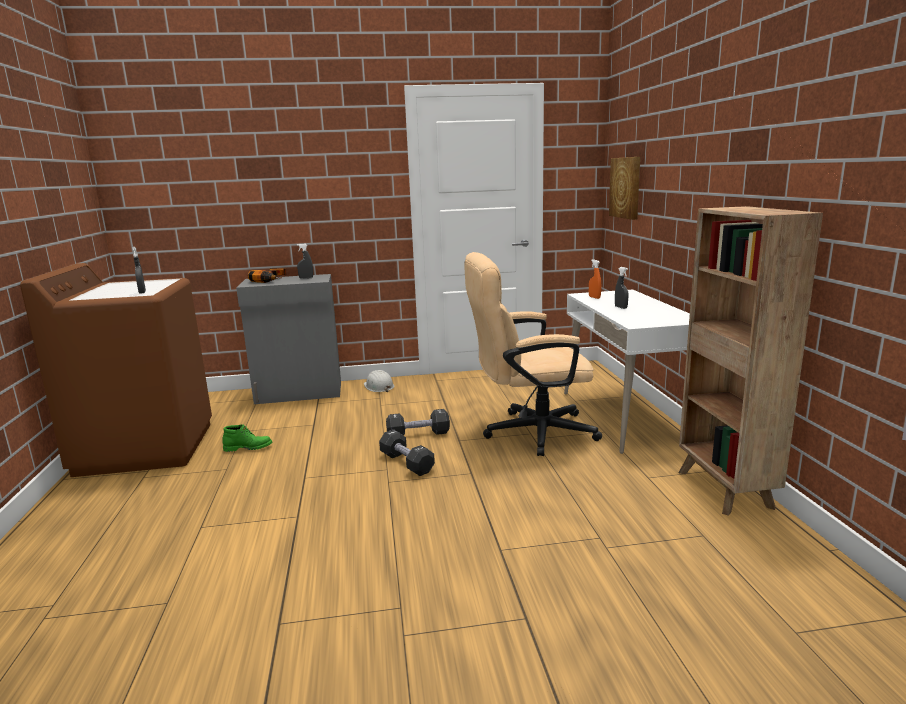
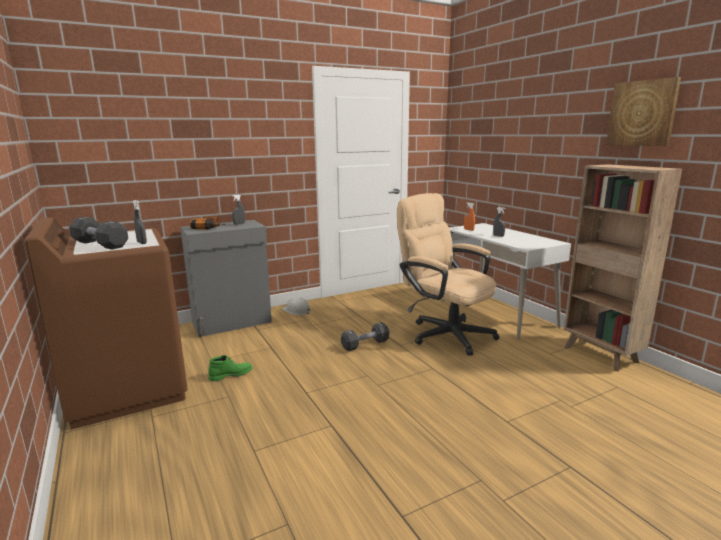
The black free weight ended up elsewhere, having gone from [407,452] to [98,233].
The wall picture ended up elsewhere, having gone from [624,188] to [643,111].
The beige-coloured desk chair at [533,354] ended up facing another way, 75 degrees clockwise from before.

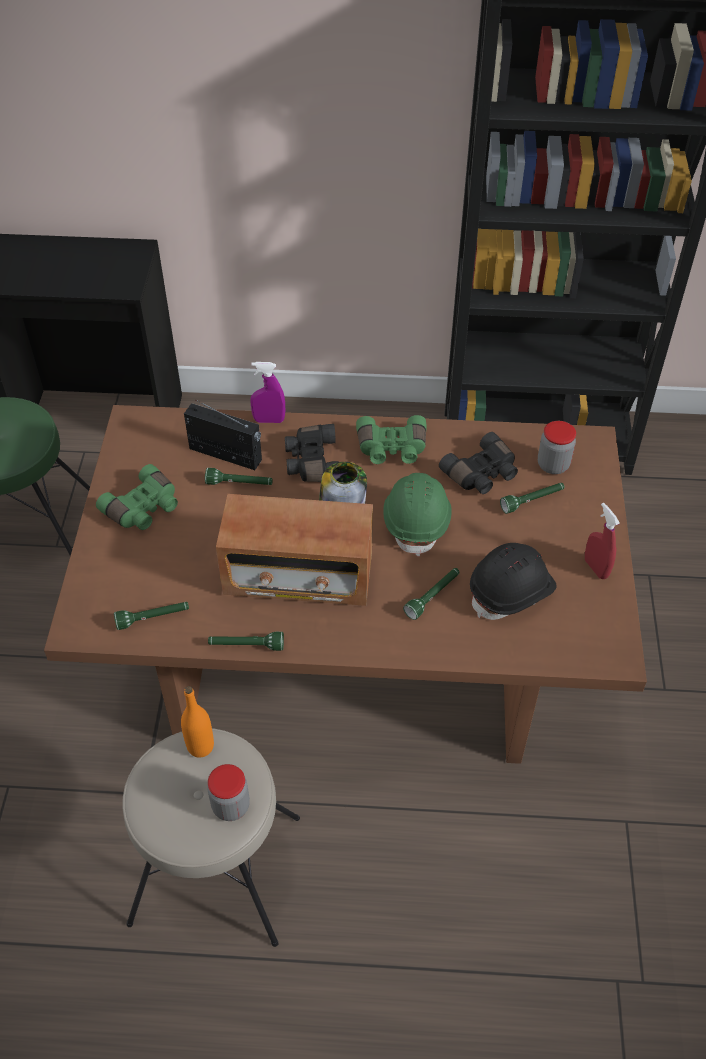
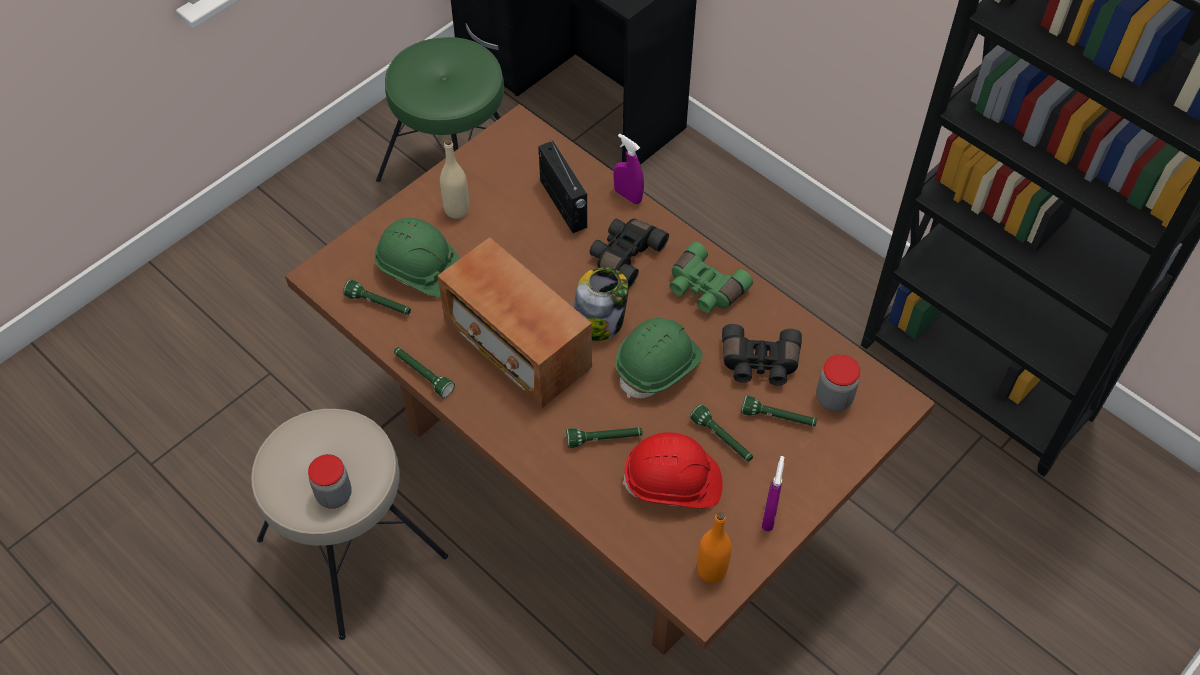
The second view gained the green-coloured work helmet at [417,257].
The orangey drink bottle ended up elsewhere, having gone from [197,722] to [714,547].
The green-coloured hand torch ended up elsewhere, having gone from [239,476] to [721,432].
Where the green-coloured field glasses stood at [137,497], the beige-coloured drink bottle came to stand at [454,179].
What was the black work helmet at [513,581] turned into the reddish work helmet at [672,470].
What was the reddish spray bottle at [602,541] turned into the purplish spray bottle at [773,493].

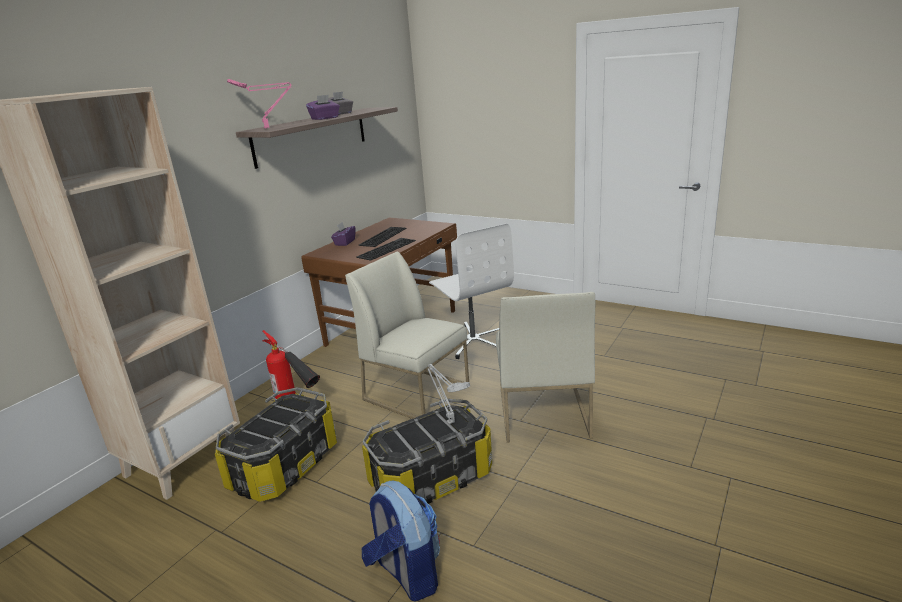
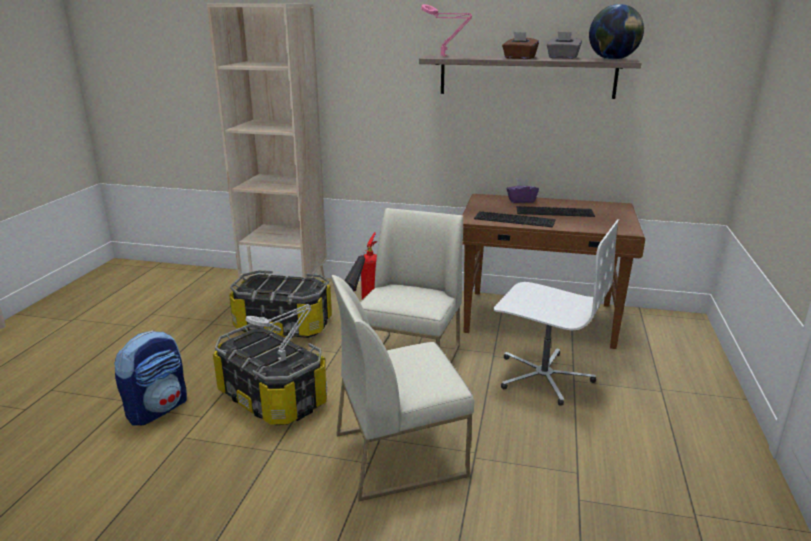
The second view gained the world globe at [616,32].
What was the purplish box of tissues at [323,107] turned into the brown-coloured box of tissues at [520,45].
The white-coloured desk chair at [471,291] ended up facing another way, 105 degrees counterclockwise from before.

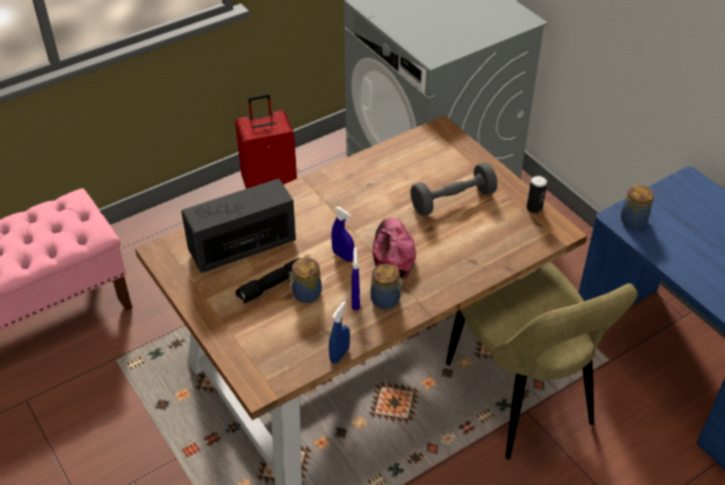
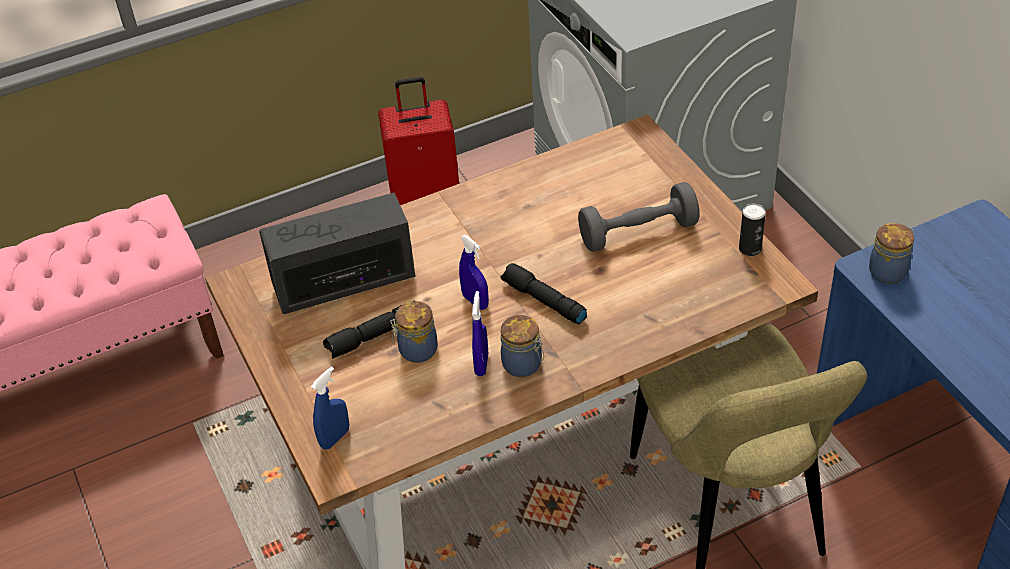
The bluish spray bottle ended up elsewhere, having gone from [339,332] to [330,407].
Where the cap stood at [394,249], the black hand torch came to stand at [544,294].

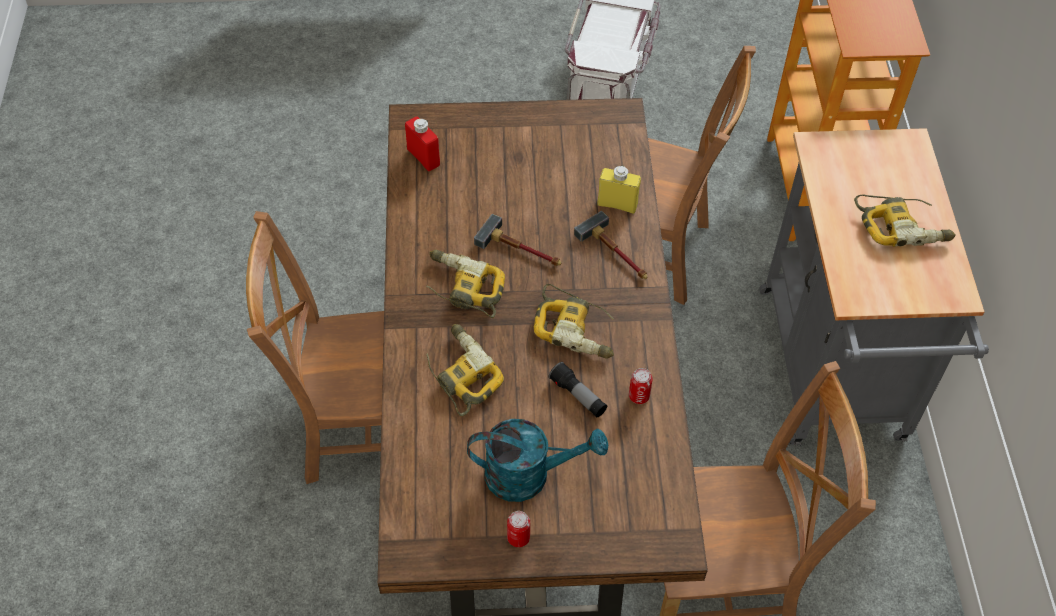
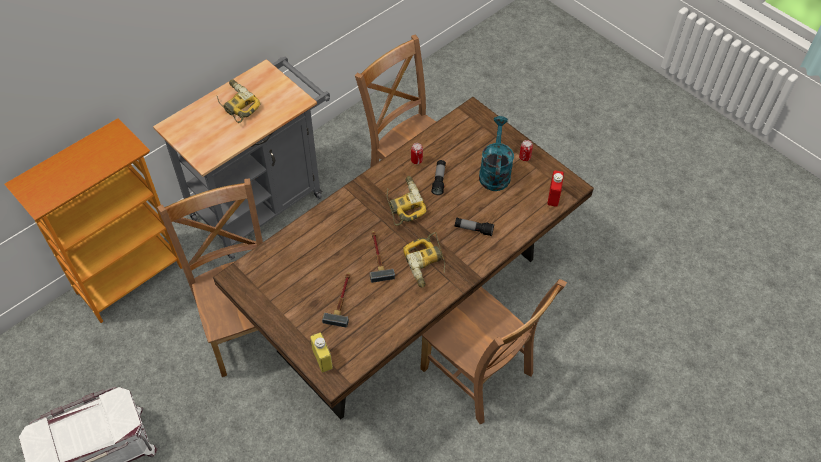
The reddish drink bottle ended up elsewhere, having gone from [422,143] to [556,188].
The hand hammer ended up elsewhere, having gone from [611,245] to [336,300].
The yellow-coloured drink bottle ended up elsewhere, having gone from [619,189] to [321,352].
Where the drill stood at [465,370], the hand torch came to stand at [474,227].
The turquoise-coloured watering pot at [537,460] ended up facing another way, 45 degrees clockwise from before.

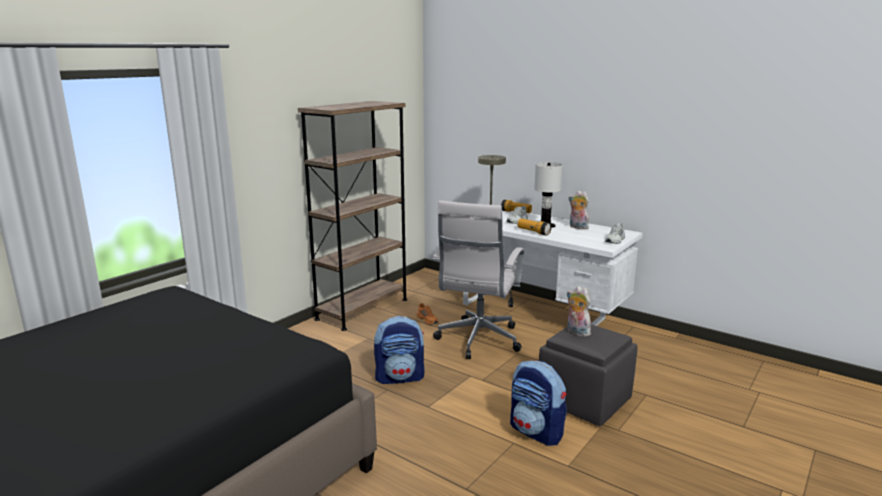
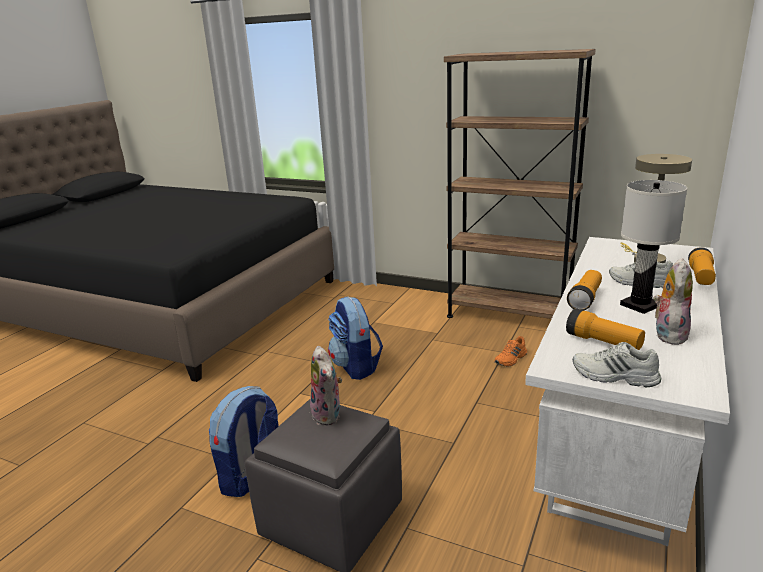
The second view lost the white-coloured desk chair at [478,279].
The second view gained the hand torch at [605,329].
The plush toy at [579,311] ended up facing another way, 120 degrees clockwise from before.

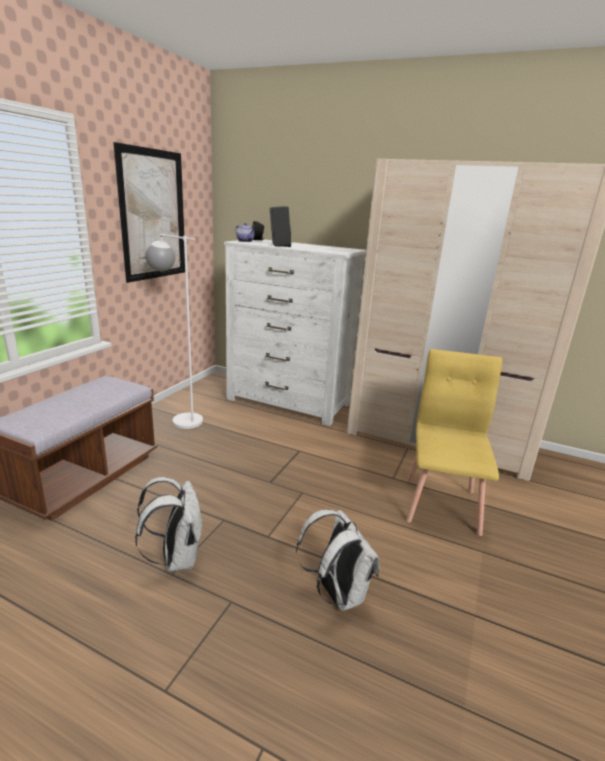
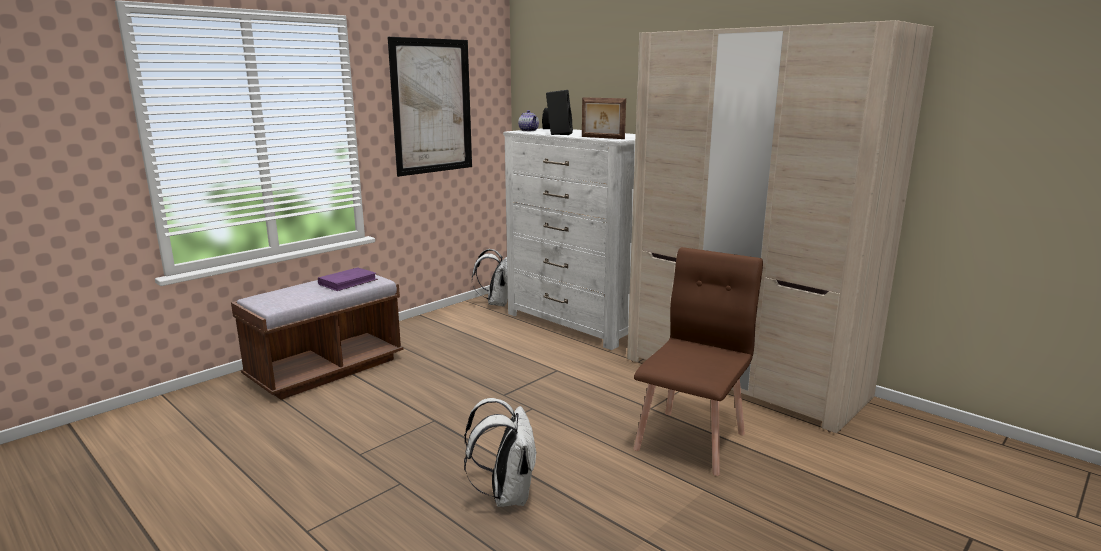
The second view lost the white-coloured standing lamp at [174,331].
The second view gained the purplish volume at [348,279].
The second view gained the standing frame at [604,118].
The white-coloured rucksack ended up elsewhere, having gone from [169,524] to [490,277].
What was the yellow-coloured upright chair at [454,442] turned into the brown-coloured upright chair at [698,361].

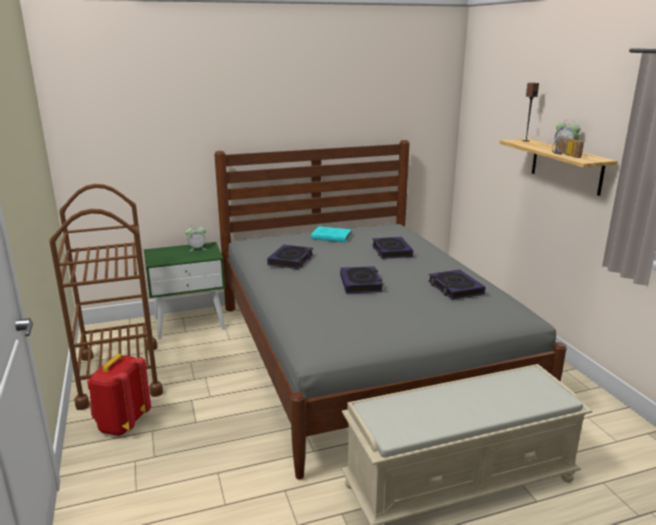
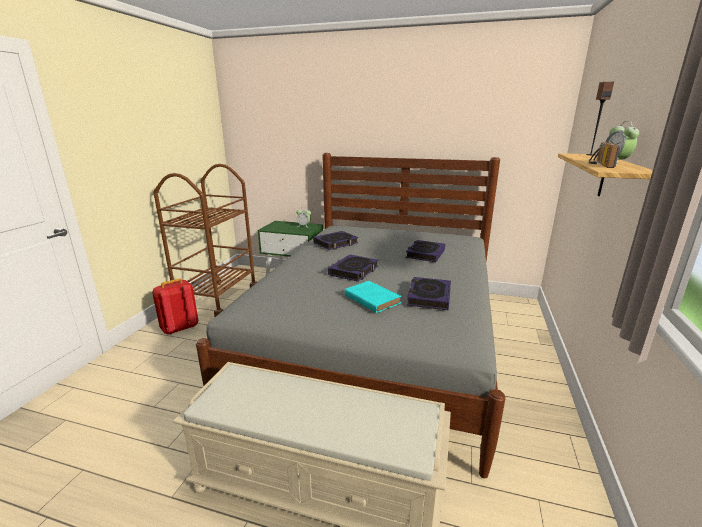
The turquoise-coloured volume ended up elsewhere, having gone from [331,234] to [373,297].

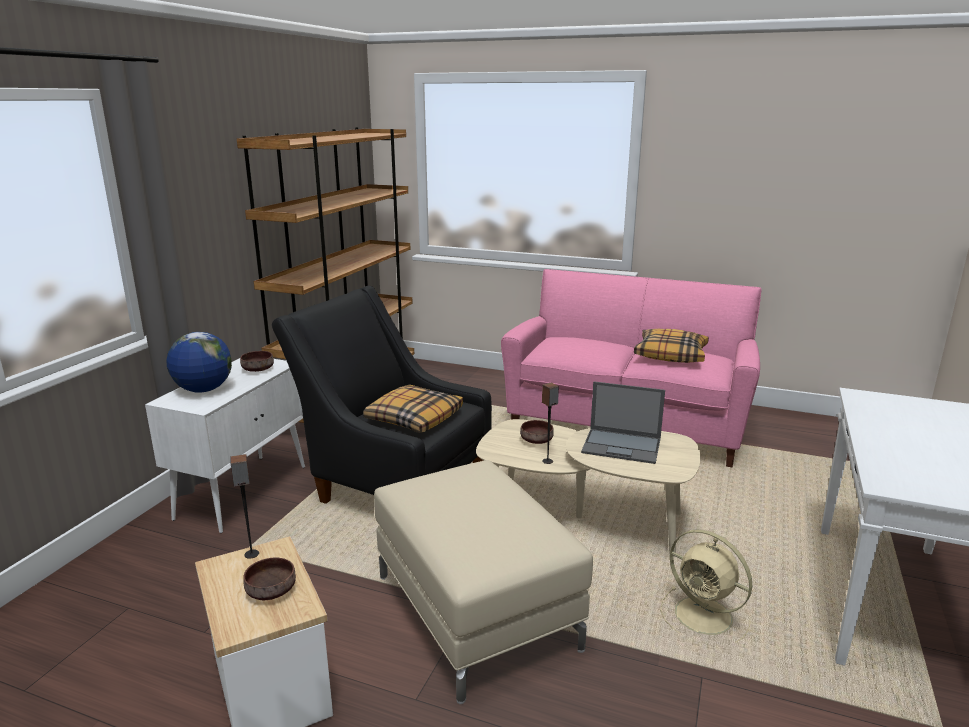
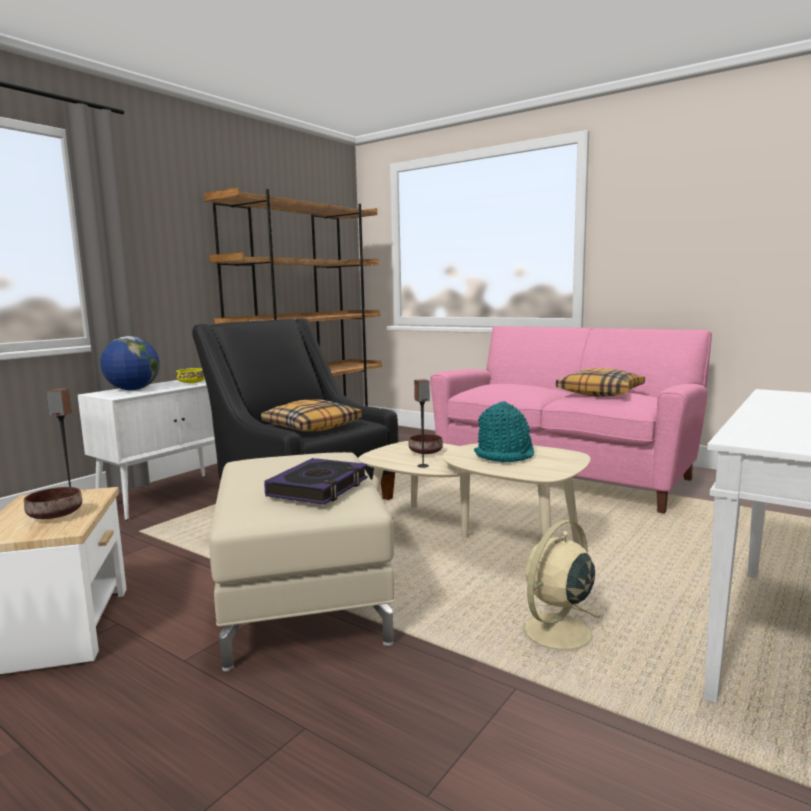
The second view gained the volume at [316,481].
Where the notebook computer stood at [623,422], the turquoise-coloured clothing hat came to stand at [504,431].
What was the brown-coloured bowl at [257,361] turned into the yellow-coloured bowl at [190,375].
The beige-coloured cooling fan at [706,585] ended up facing another way, 75 degrees clockwise from before.

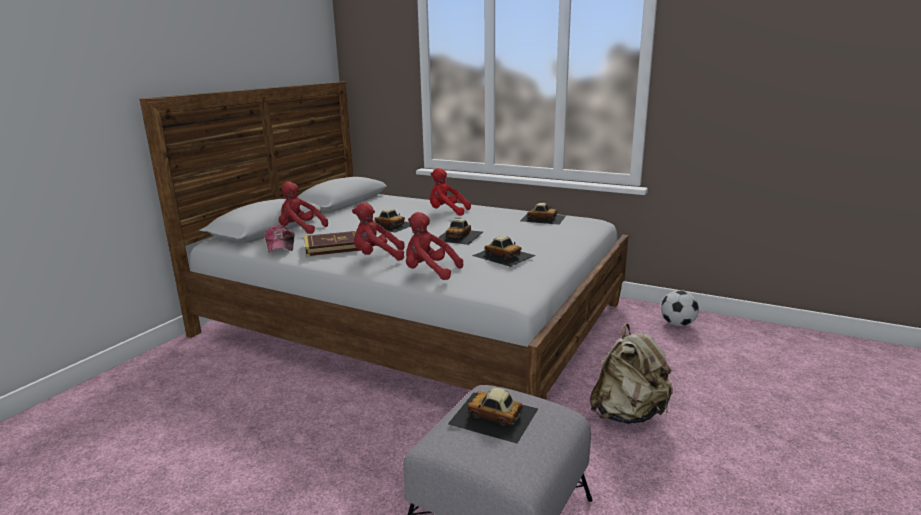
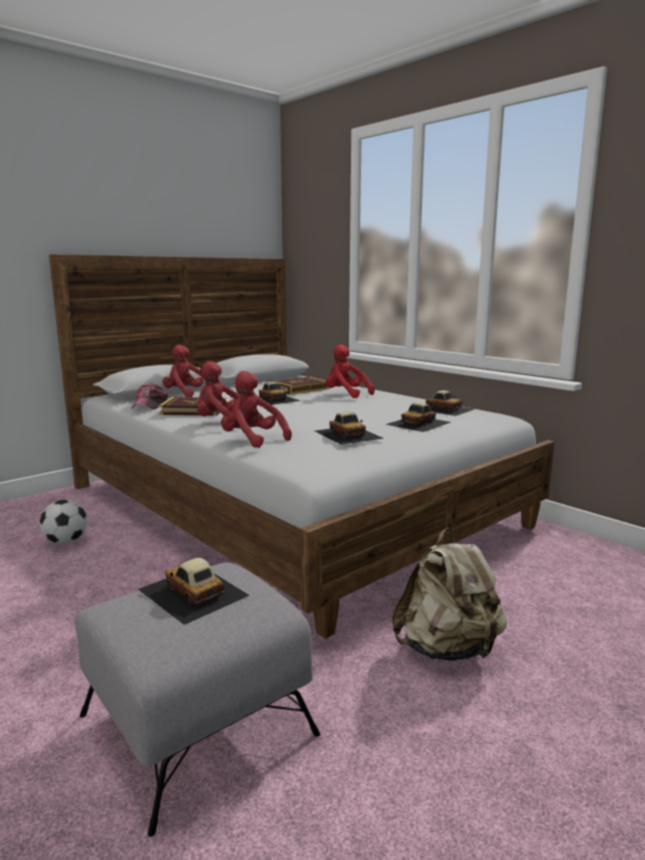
The second view gained the volume at [300,386].
The toy car ended up elsewhere, having gone from [460,232] to [418,417].
The football ball ended up elsewhere, having gone from [680,308] to [63,522].

